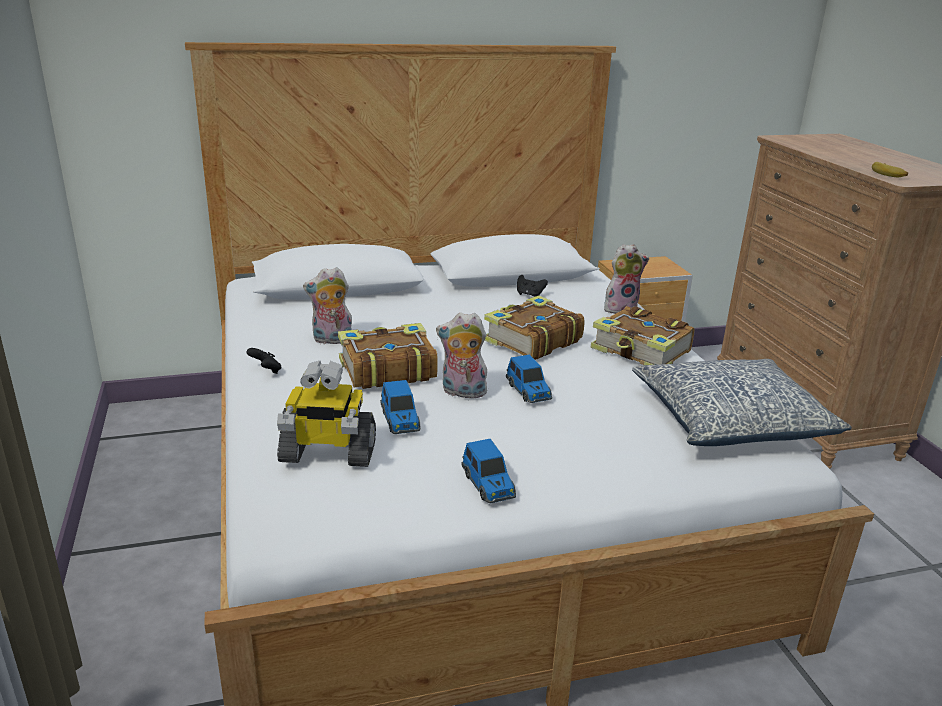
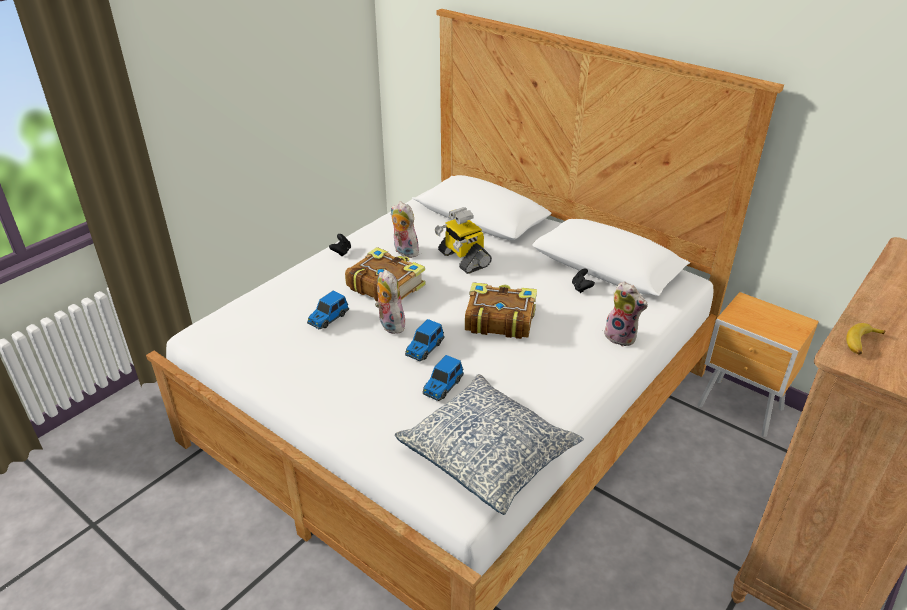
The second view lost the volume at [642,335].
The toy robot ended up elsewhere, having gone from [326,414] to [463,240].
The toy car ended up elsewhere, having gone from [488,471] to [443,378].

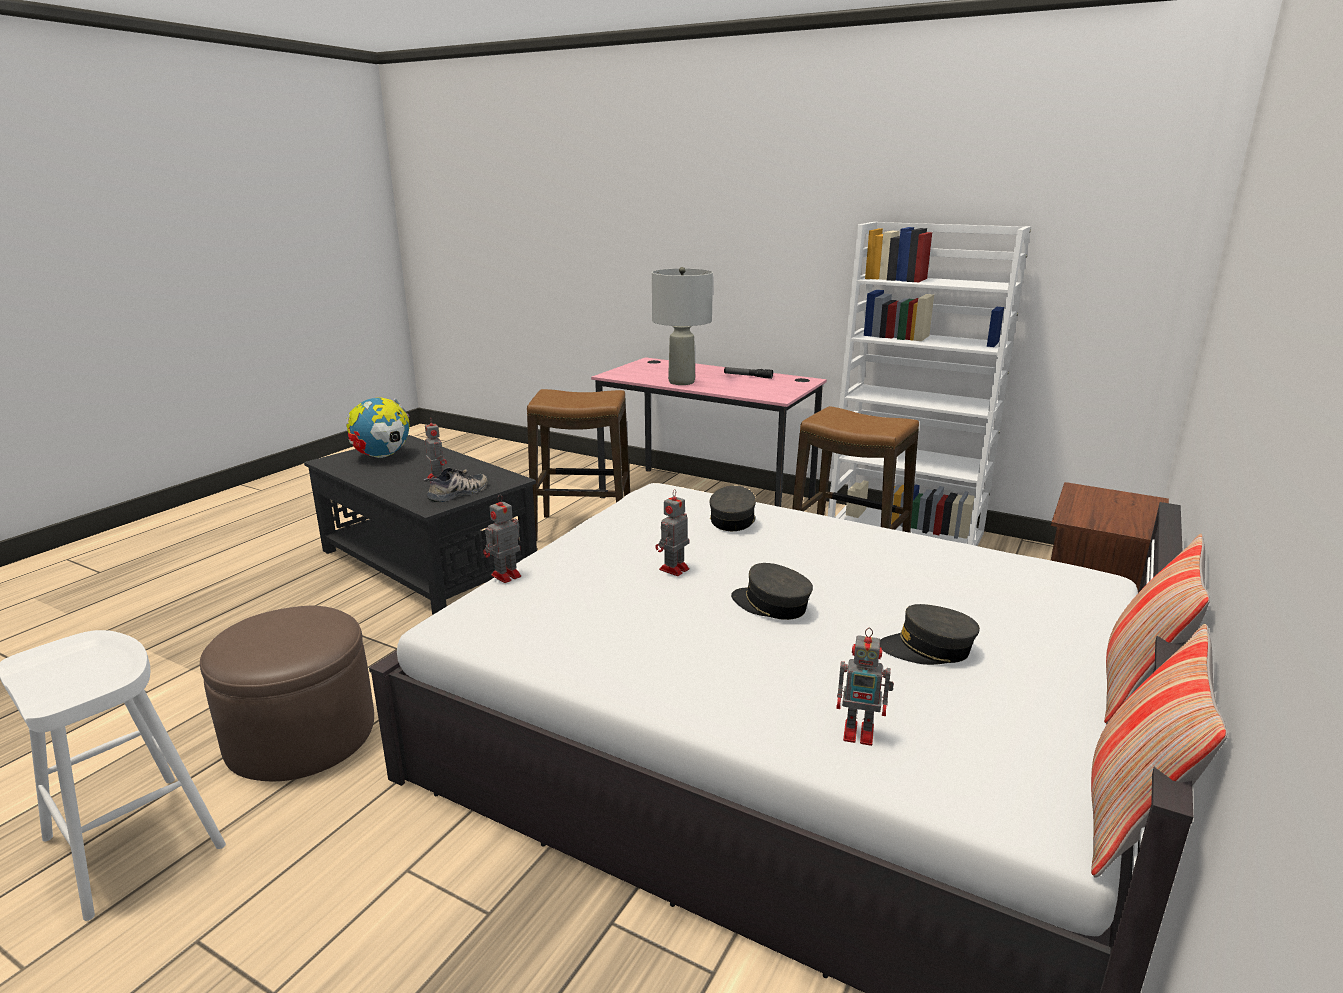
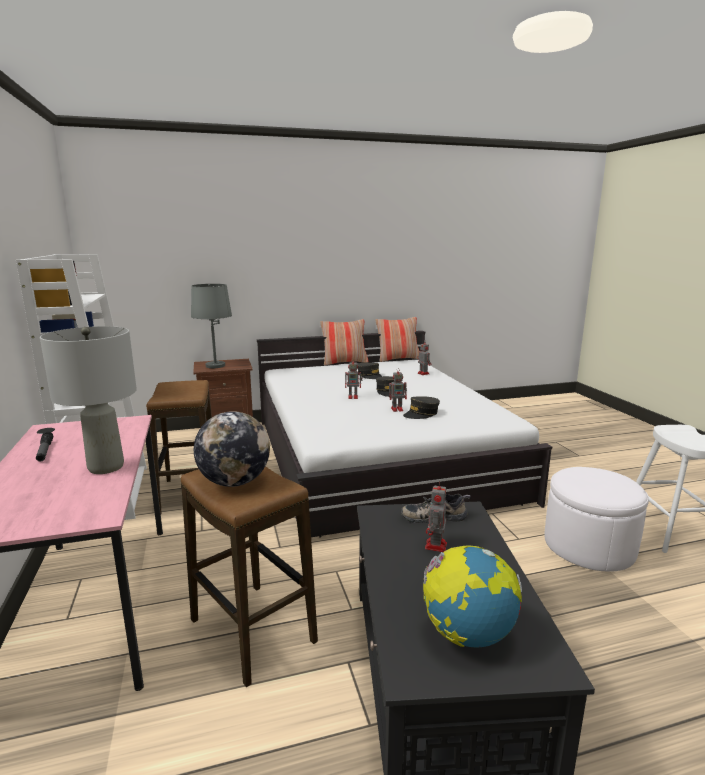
The second view gained the grey table lamp at [211,326].
The second view gained the world globe at [232,449].
The toy robot ended up elsewhere, having gone from [502,539] to [354,378].
The grey cap ended up elsewhere, having gone from [732,508] to [421,407].
What was the brown-coloured pouffe at [287,693] turned into the white-coloured pouffe at [596,519].

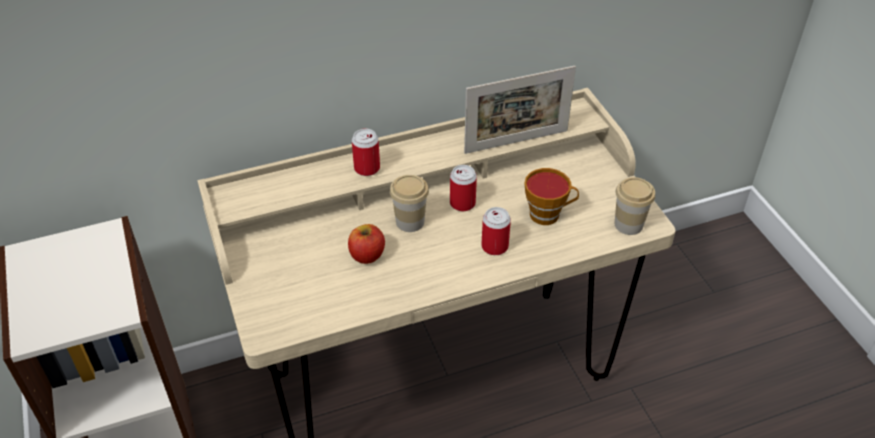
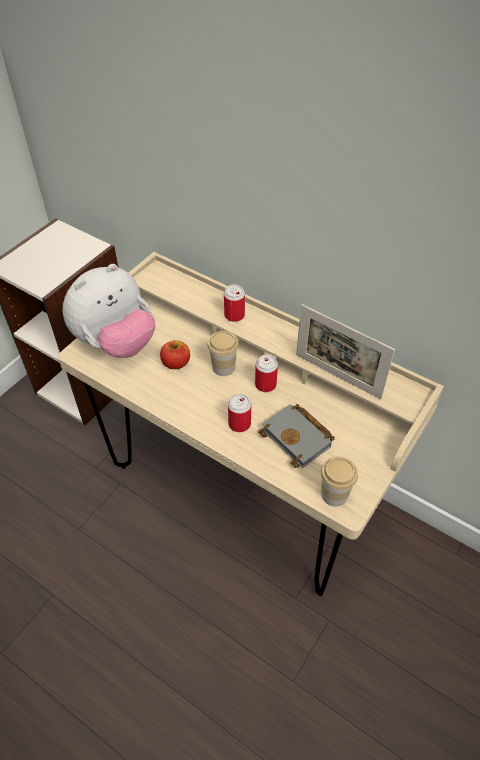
The second view gained the plush toy at [108,311].
Where the cup stood at [552,196], the grey volume came to stand at [296,436].

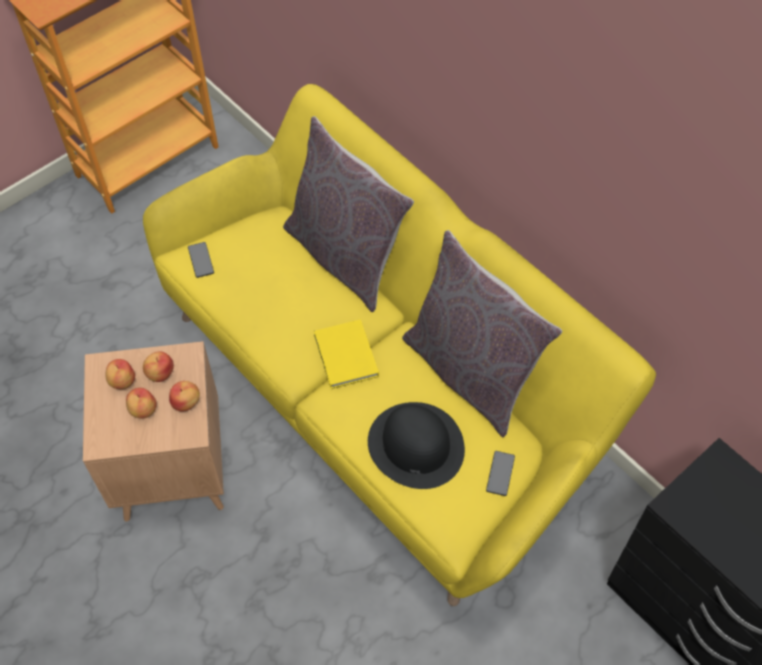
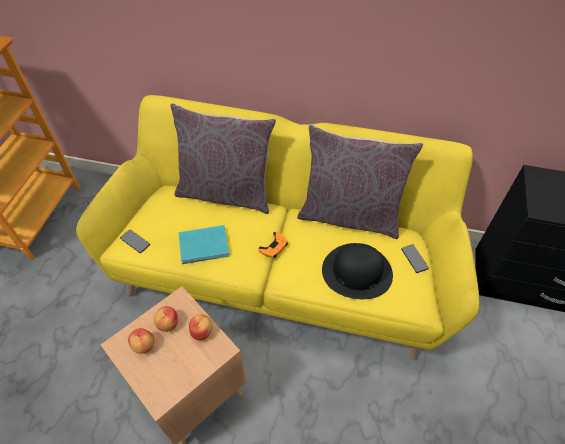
The second view lost the apple at [141,403].
The second view gained the turquoise-coloured volume at [204,244].
Where the yellow-coloured volume stood at [346,354], the orangey gamepad came to stand at [273,245].

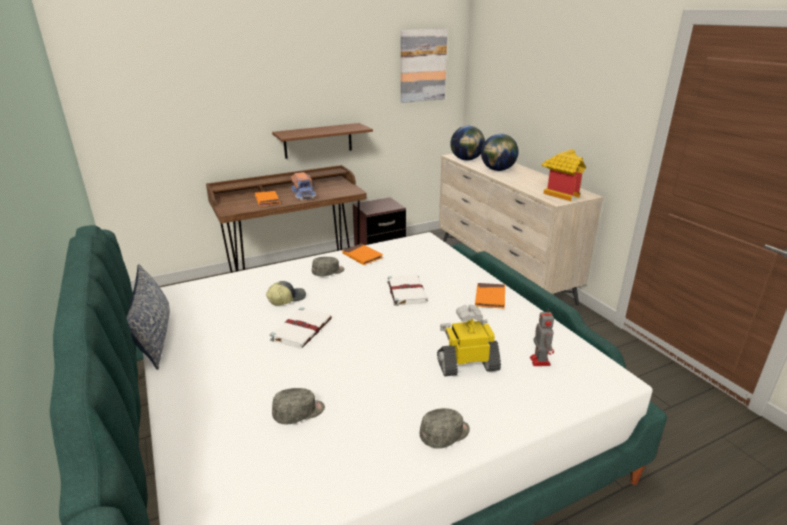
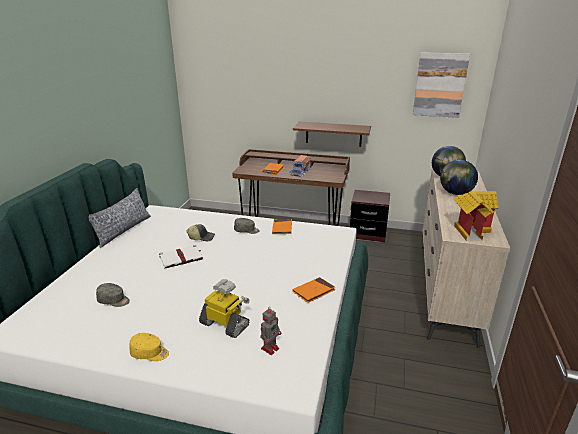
The second view lost the white-coloured volume at [407,290].
What was the grey cap at [445,428] turned into the yellow-coloured cap at [149,347].

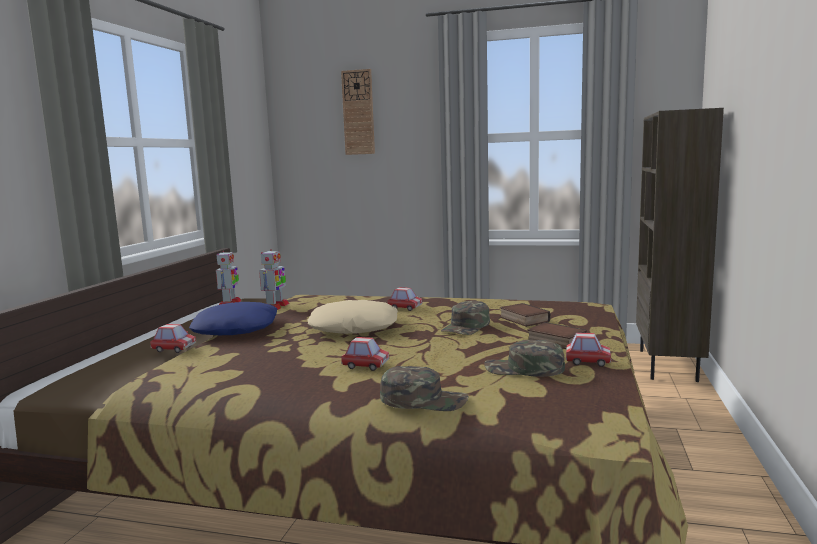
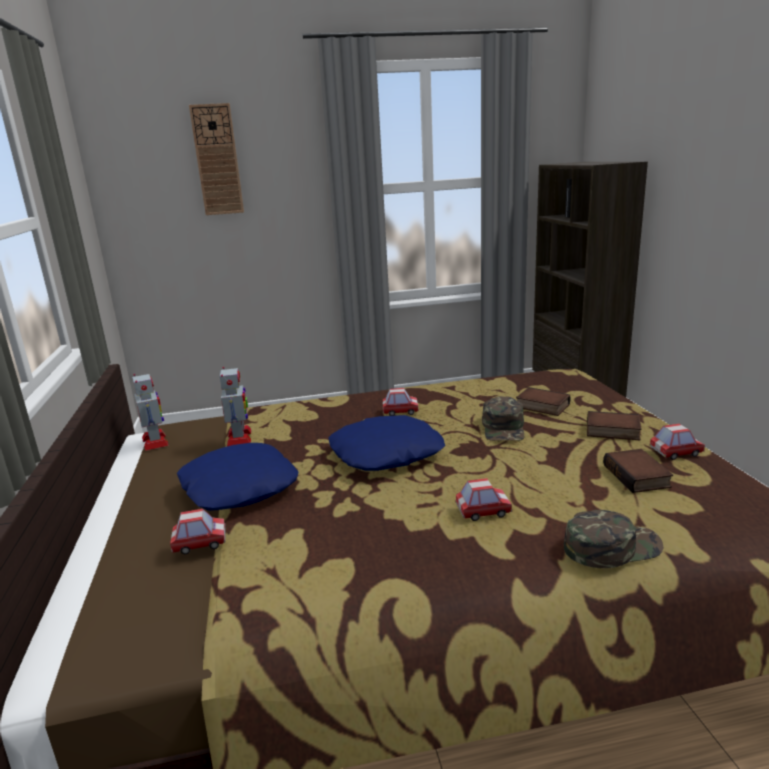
Where the green-coloured cap stood at [524,358], the volume came to stand at [638,471].
What was the beige-coloured pillow at [352,317] turned into the bluish pillow at [387,443].

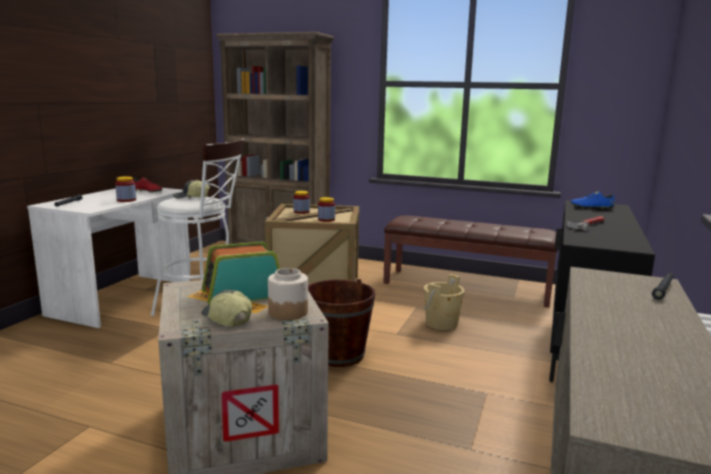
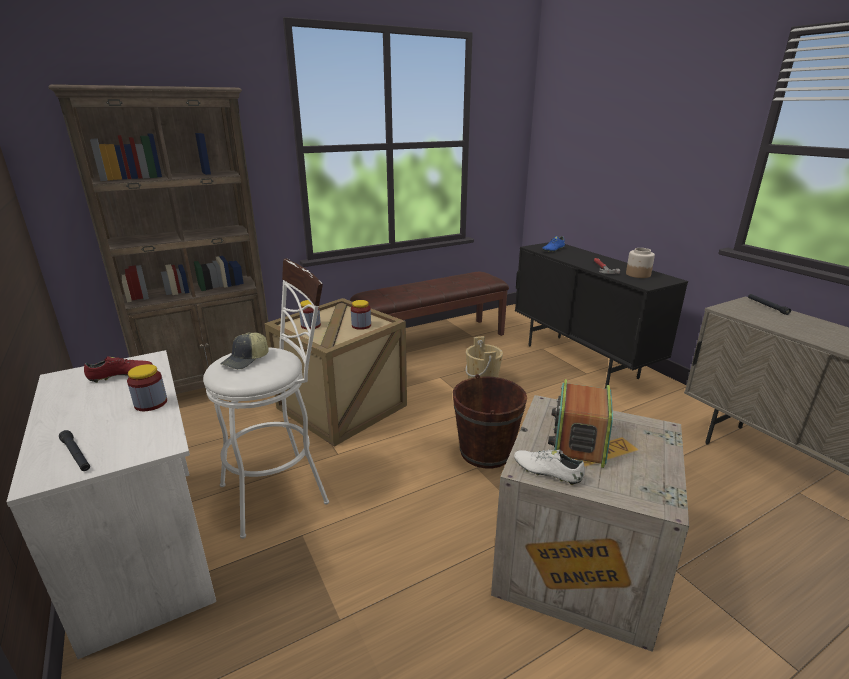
The second view lost the cap at [226,308].
The second view gained the white-coloured low shoe at [549,467].
The jar ended up elsewhere, having gone from [288,294] to [640,263].

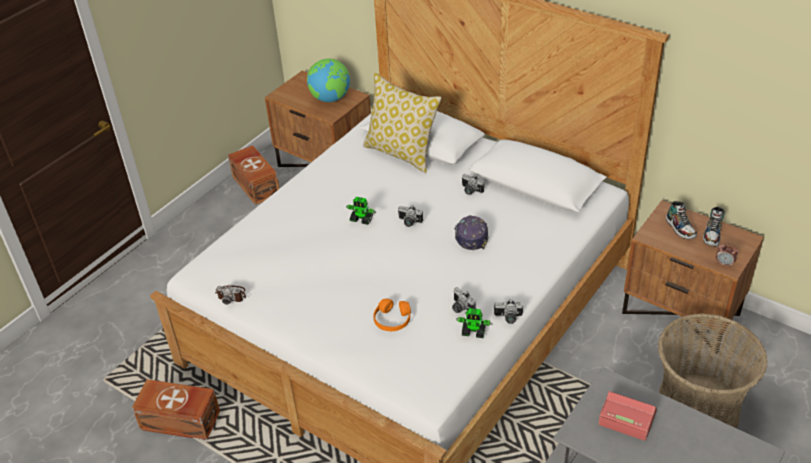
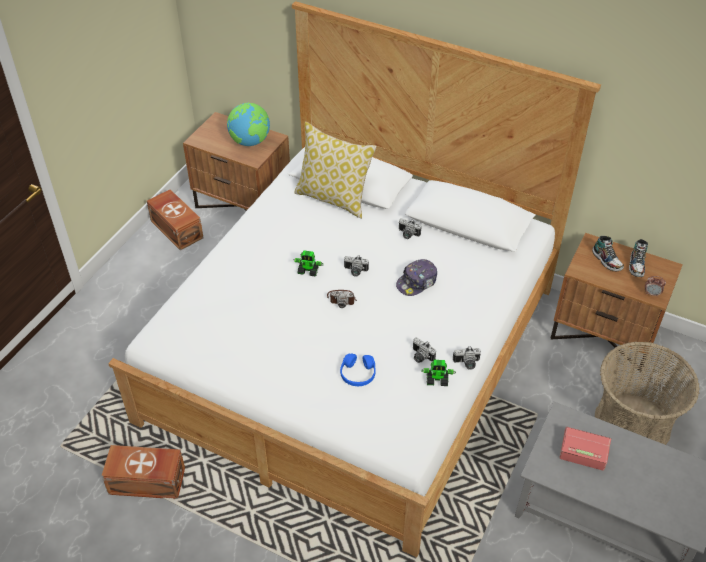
The still camera ended up elsewhere, having gone from [230,295] to [342,299].
What was the orangey pair of headphones at [392,314] turned into the bluish pair of headphones at [358,369].
The cap at [471,232] ended up facing another way, 120 degrees counterclockwise from before.

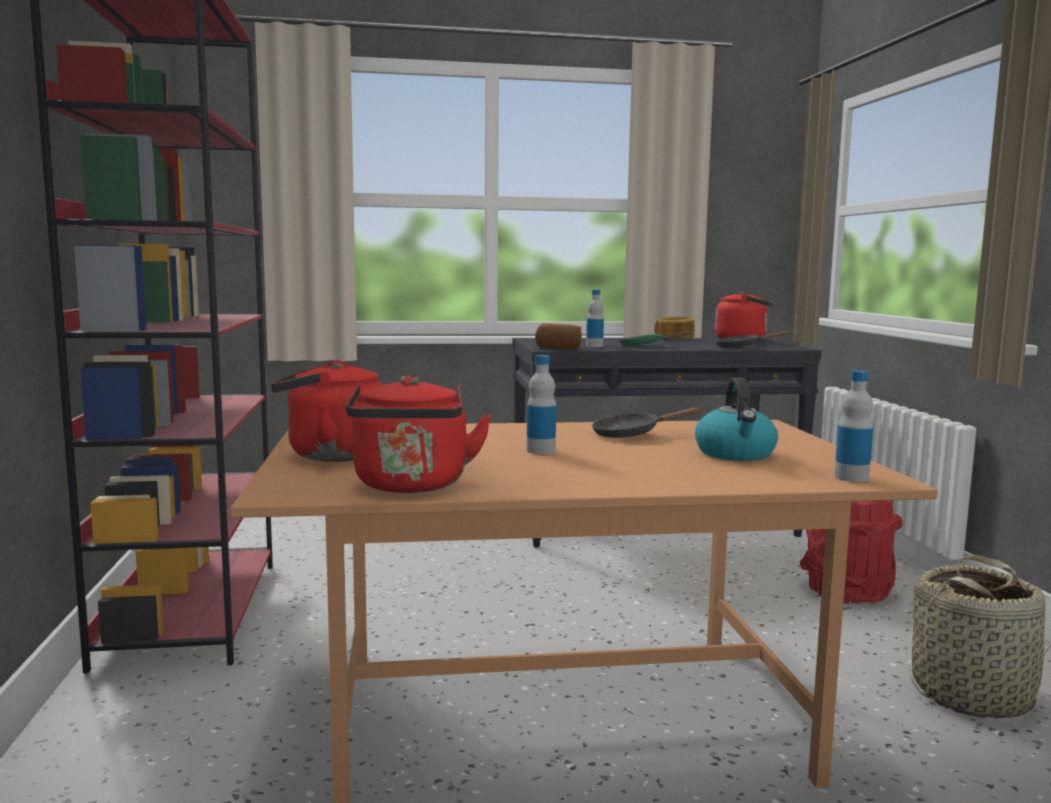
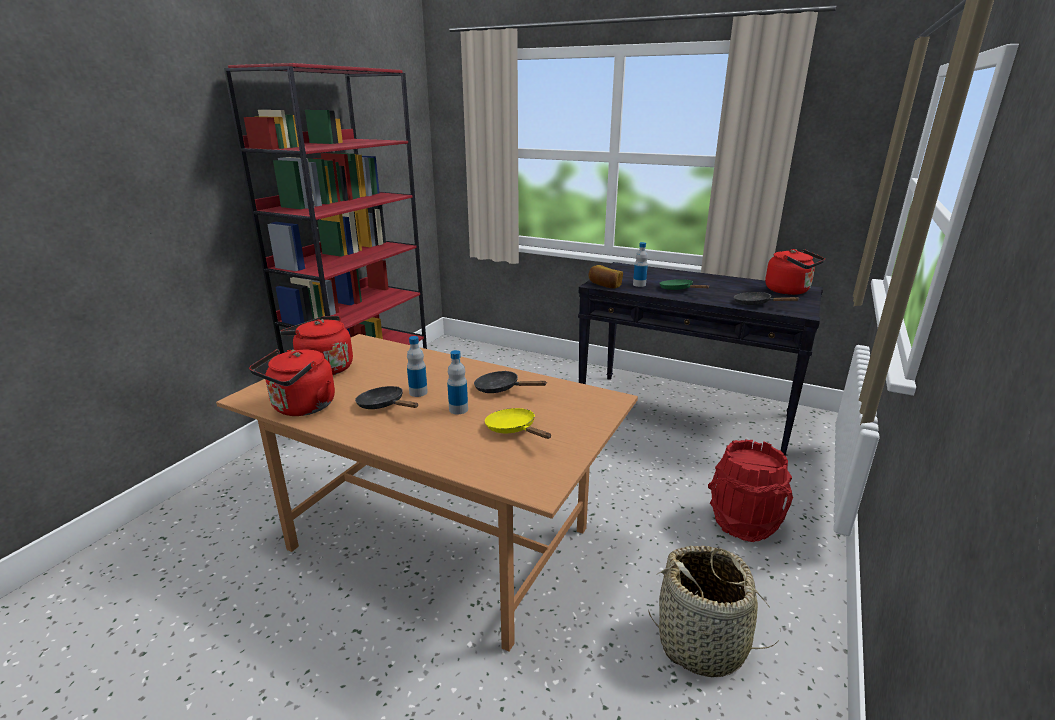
The second view lost the baked bread at [674,328].
The second view gained the black frying pan at [386,397].
The drink bottle ended up elsewhere, having gone from [853,426] to [457,382].
Where the kettle stood at [736,419], the yellow-coloured frying pan came to stand at [518,423].

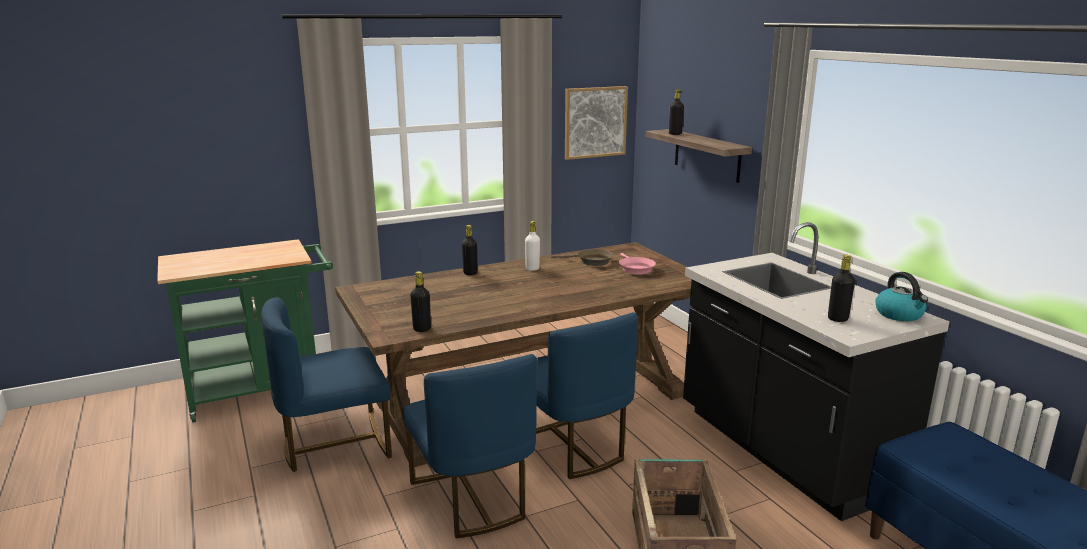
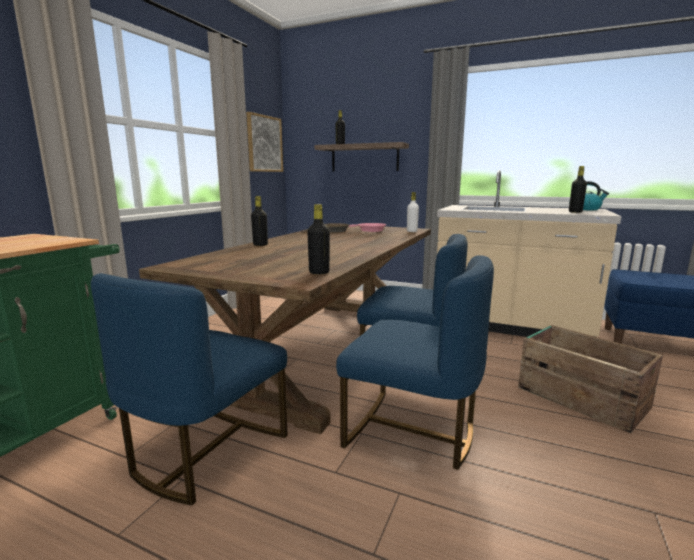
The white-coloured drink bottle ended up elsewhere, having gone from [532,246] to [413,212].
What was the black kitchen counter at [816,371] turned into the beige-coloured kitchen counter at [529,254].

